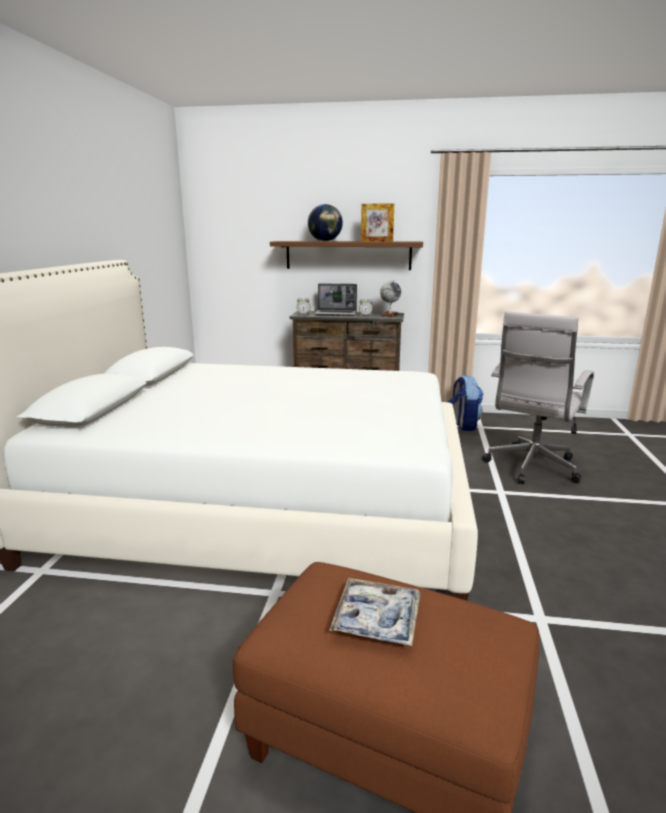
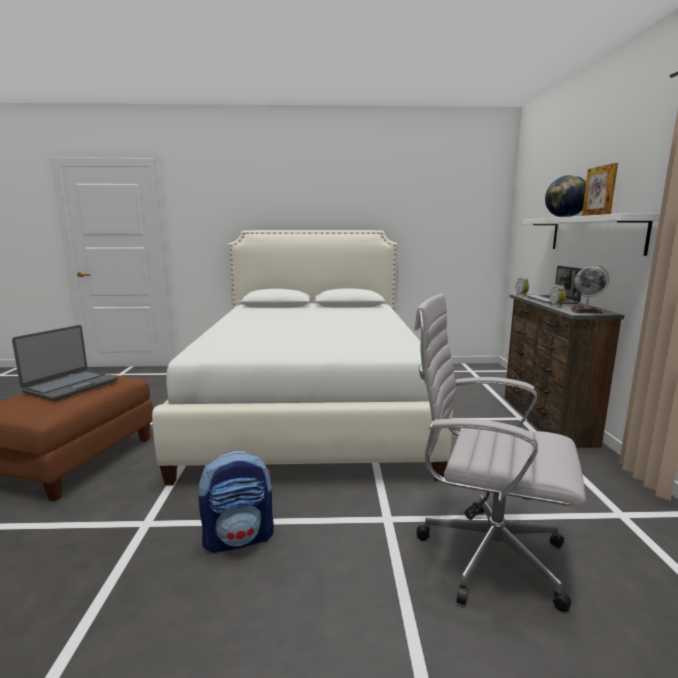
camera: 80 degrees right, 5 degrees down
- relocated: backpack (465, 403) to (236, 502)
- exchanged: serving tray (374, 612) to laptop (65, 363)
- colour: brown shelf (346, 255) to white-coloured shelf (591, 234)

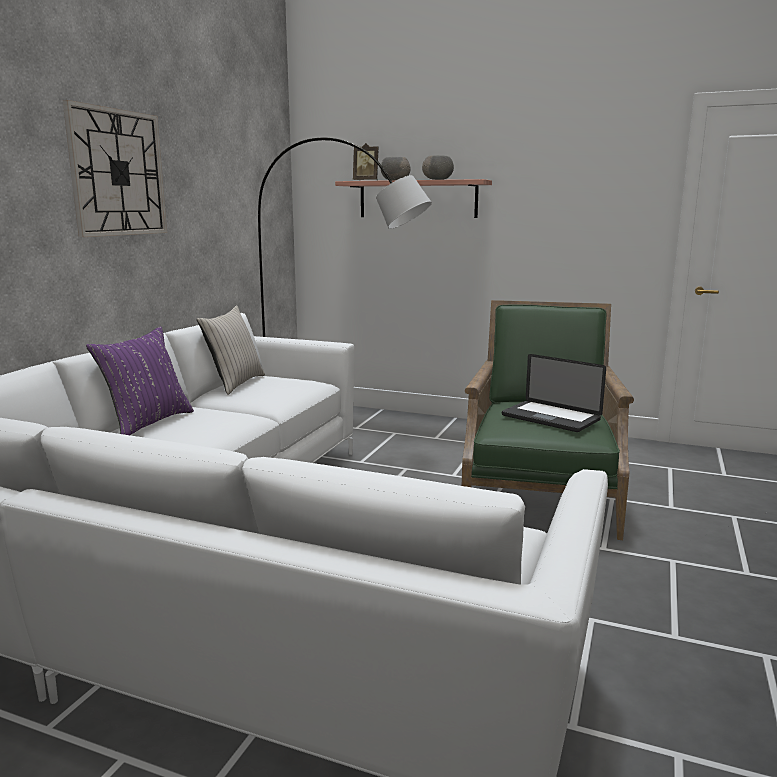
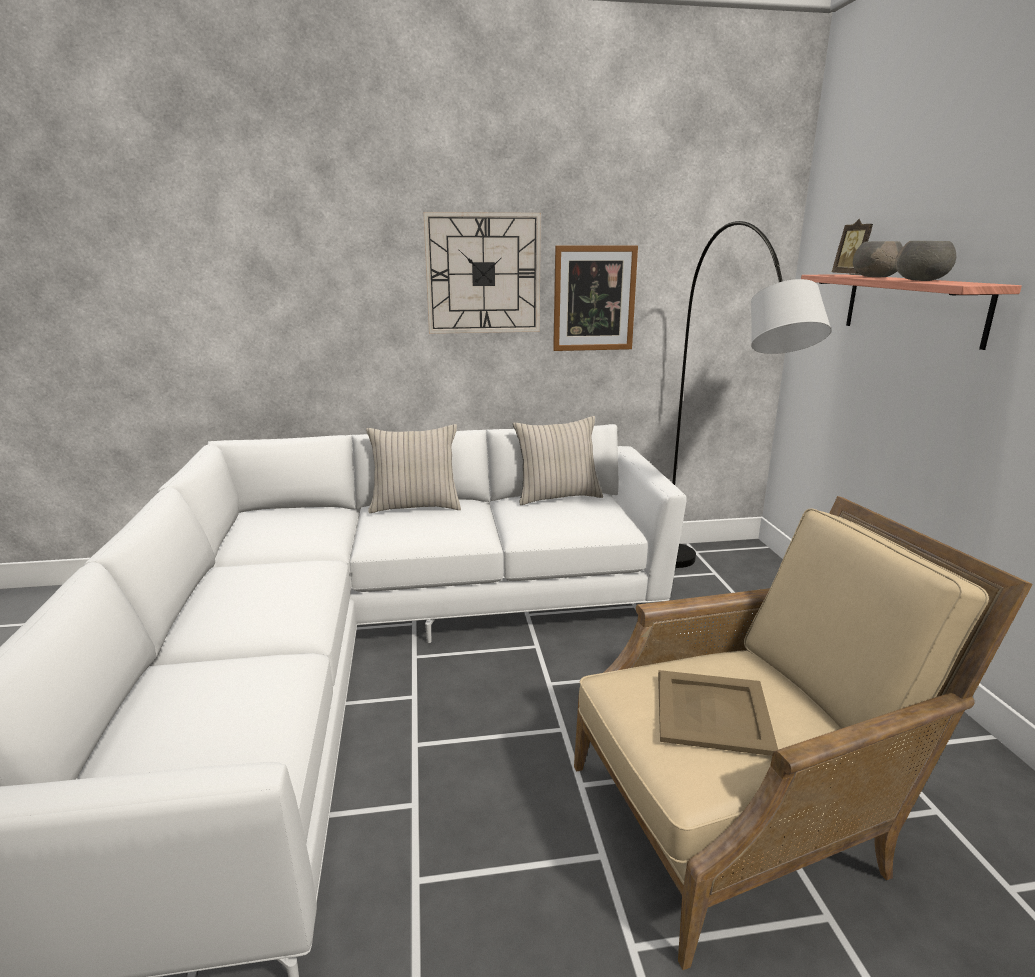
camera: 60 degrees right, 5 degrees up
- appeared: picture (595, 298)
- exchanged: laptop (554, 393) to beige serving tray (718, 713)
- colour: purplish cushion (140, 381) to beige cushion (413, 468)
- colour: green easy chair (548, 420) to beige easy chair (803, 733)

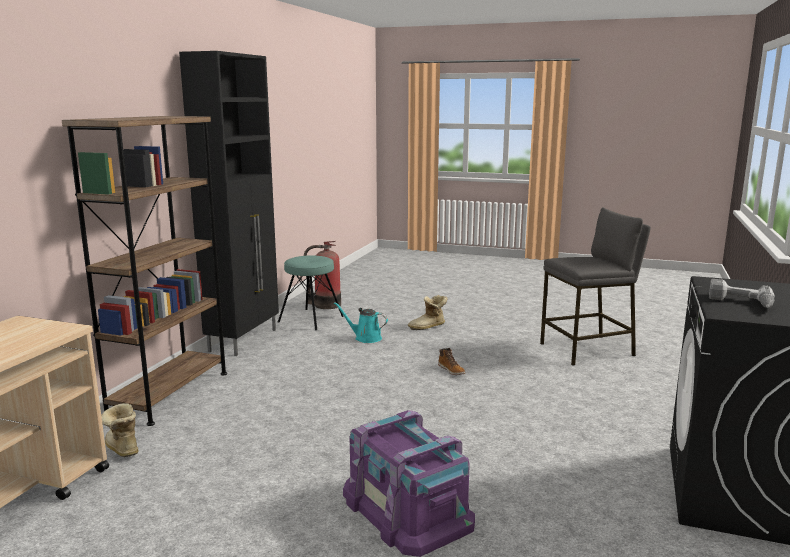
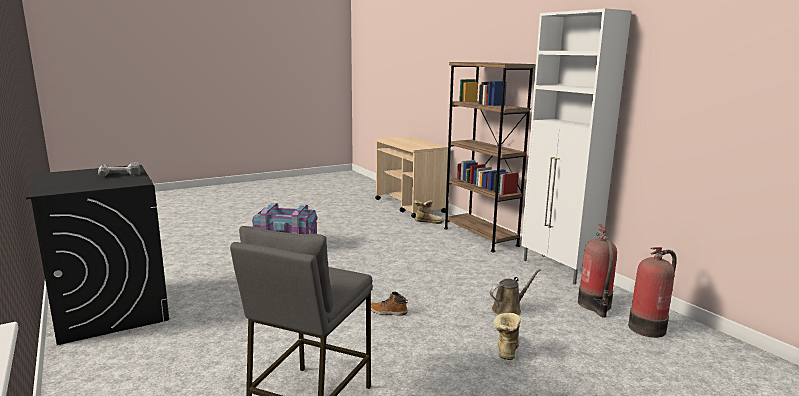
camera: 130 degrees right, 0 degrees up
- exchanged: turquoise stool (311, 292) to fire extinguisher (597, 270)
- colour: blackish storage cabinet (229, 203) to white-coloured storage cabinet (576, 147)
- colour: turquoise sprinkling can (361, 322) to brown sprinkling can (515, 292)

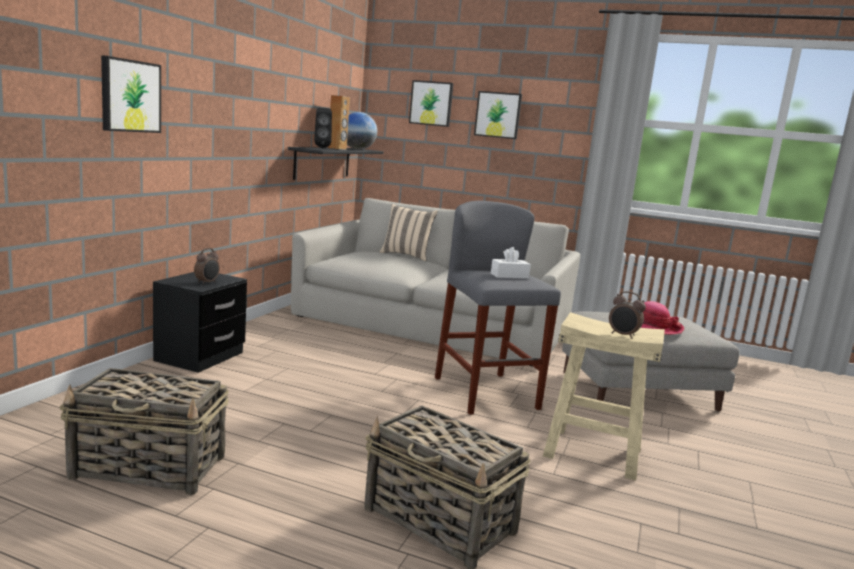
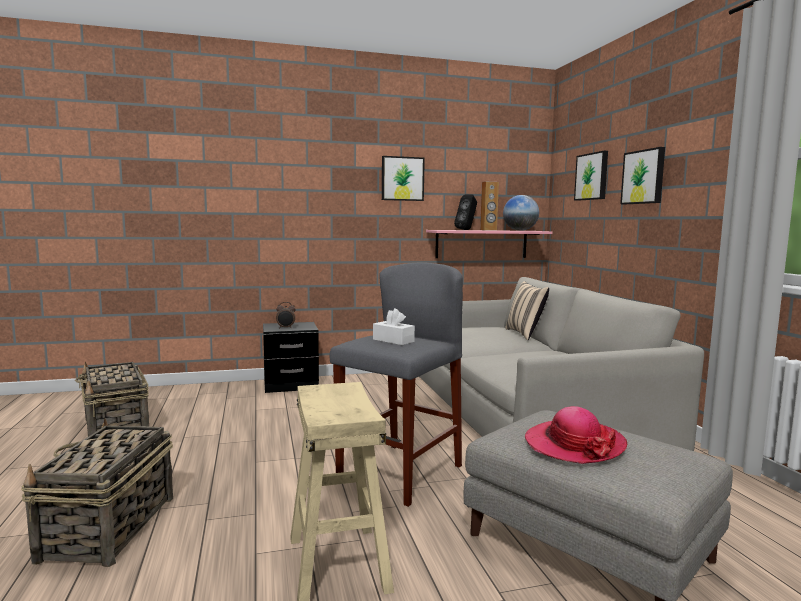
camera: 55 degrees right, 5 degrees down
- missing: alarm clock (627, 315)
- relocated: picture (131, 94) to (403, 178)
- colour: blackish shelf (336, 163) to pink-coloured shelf (489, 244)

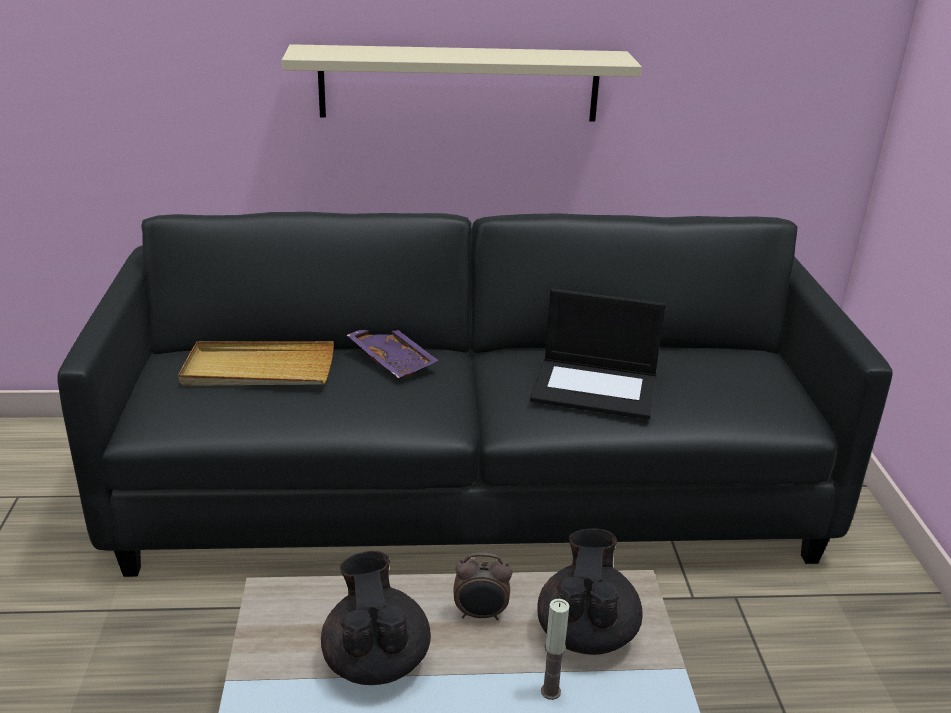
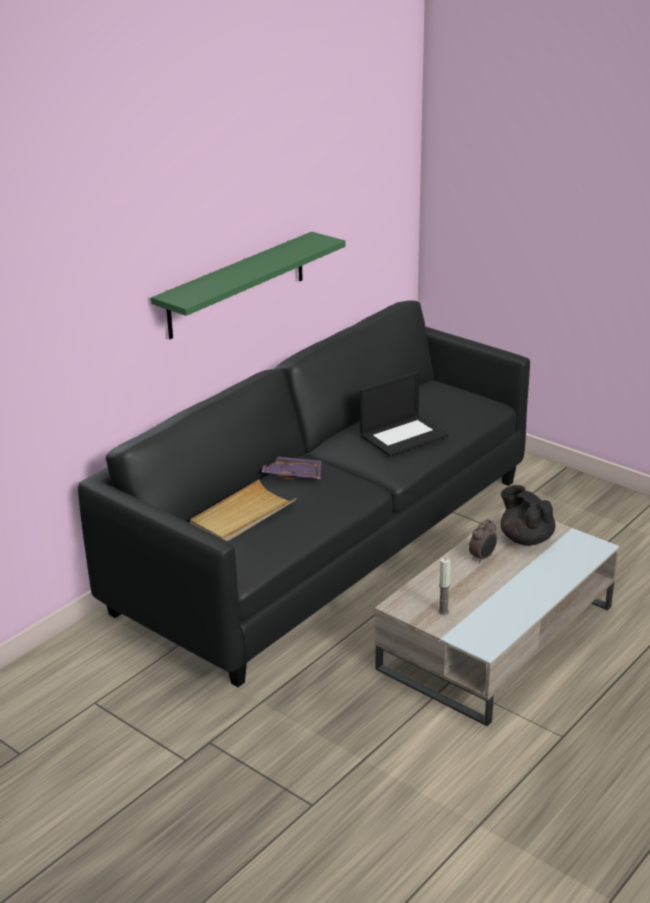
camera: 45 degrees left, 0 degrees up
- missing: blackish tea pot (376, 618)
- relocated: wax candle (555, 649) to (444, 586)
- colour: beige shelf (462, 82) to green shelf (248, 285)

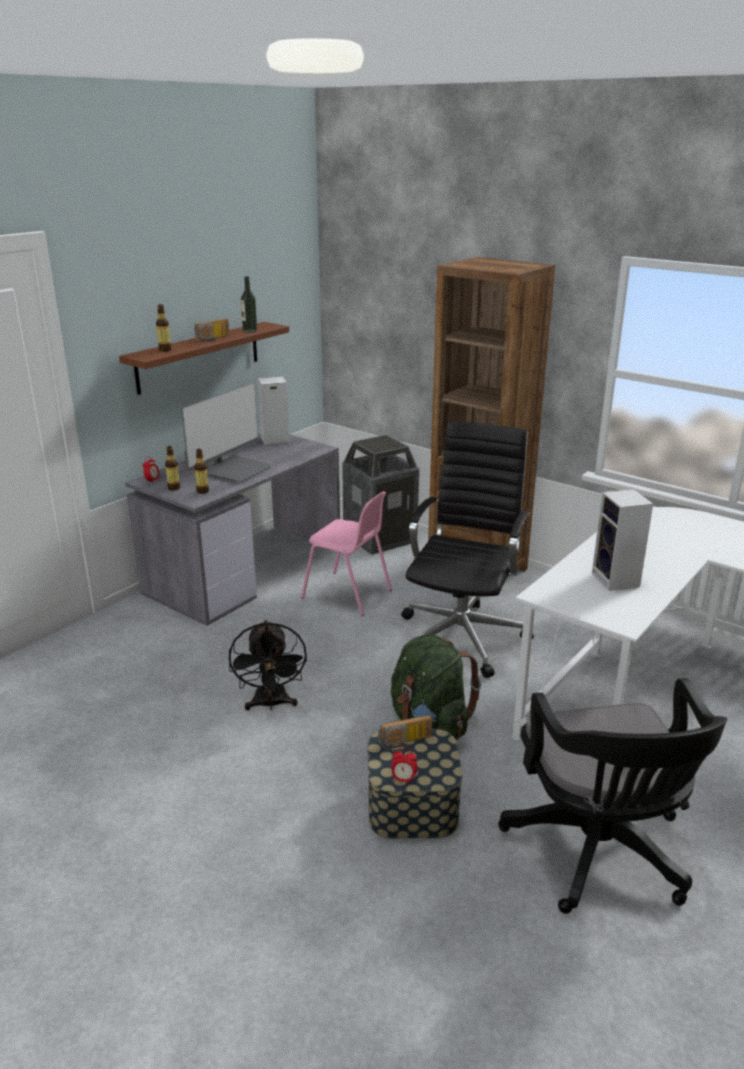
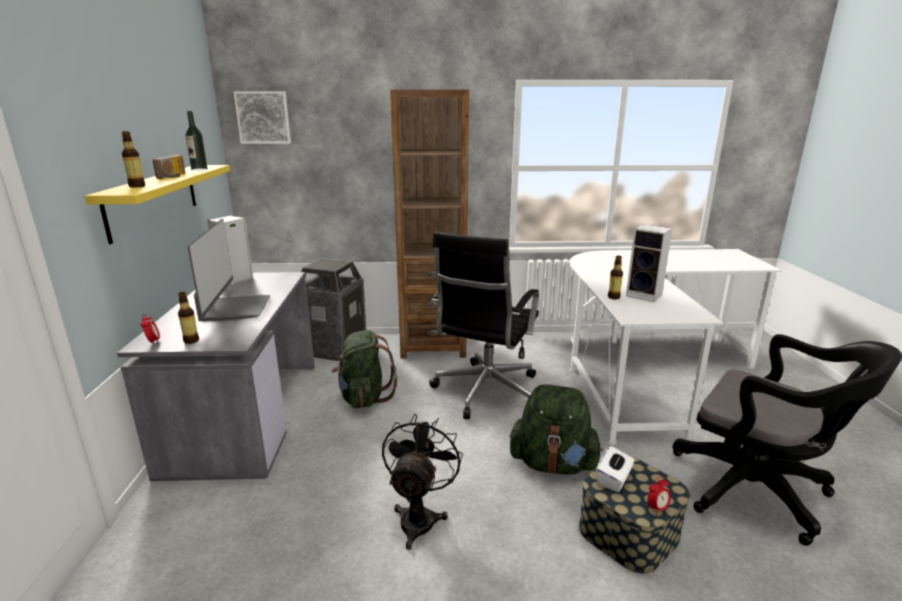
camera: 40 degrees left, 5 degrees down
- appeared: picture (262, 118)
- relocated: drink bottle (201, 471) to (615, 277)
- exchanged: pink-coloured plain chair (346, 553) to green backpack (364, 369)
- exchanged: radio (405, 733) to white-coloured box of tissues (615, 469)
- colour: brown shelf (204, 358) to yellow shelf (157, 204)
- spun: blackish fan (268, 665) = (422, 482) 120 degrees counterclockwise
- spun: blackish computer chair (467, 549) = (484, 325) 135 degrees counterclockwise

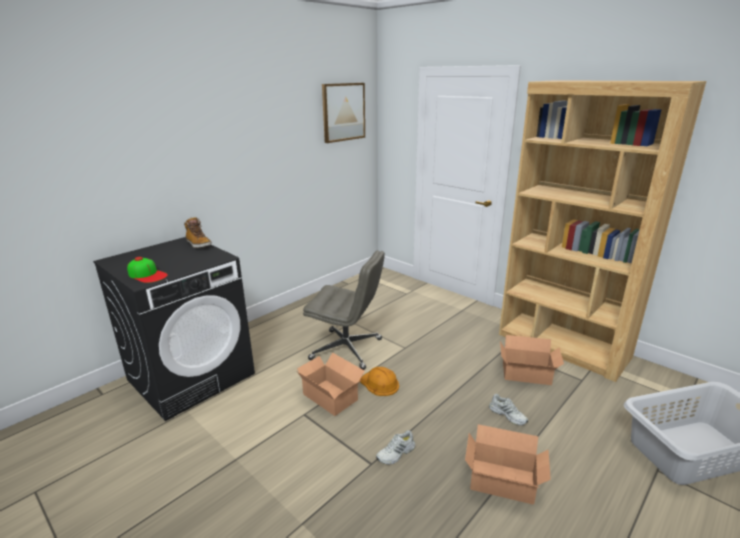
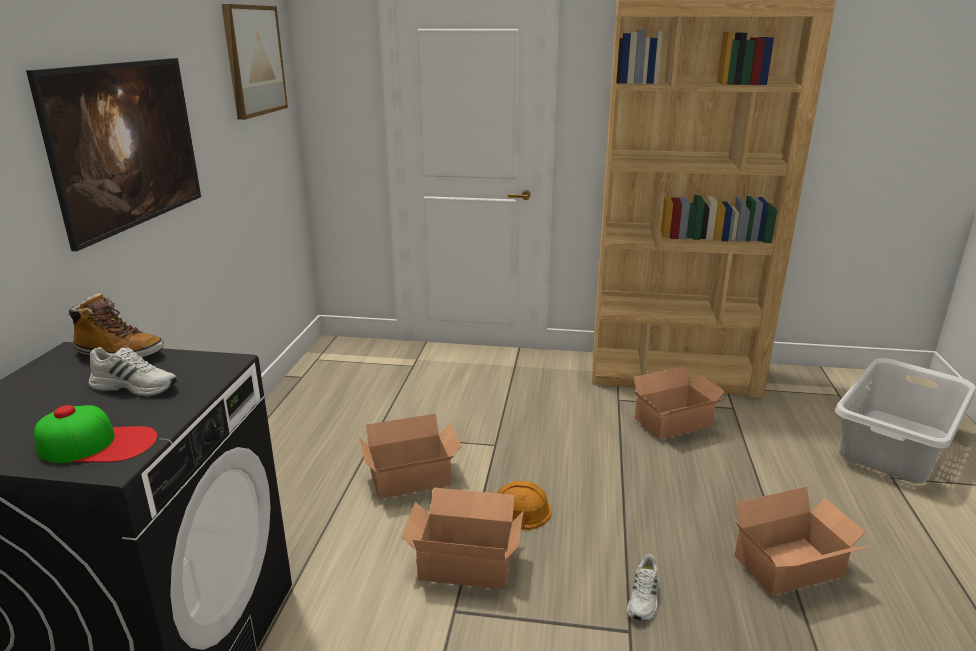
camera: 35 degrees left, 0 degrees up
- appeared: picture (113, 154)
- relocated: white-coloured item of footwear (508, 409) to (132, 372)
- exchanged: gray computer chair (344, 310) to packing box (410, 456)

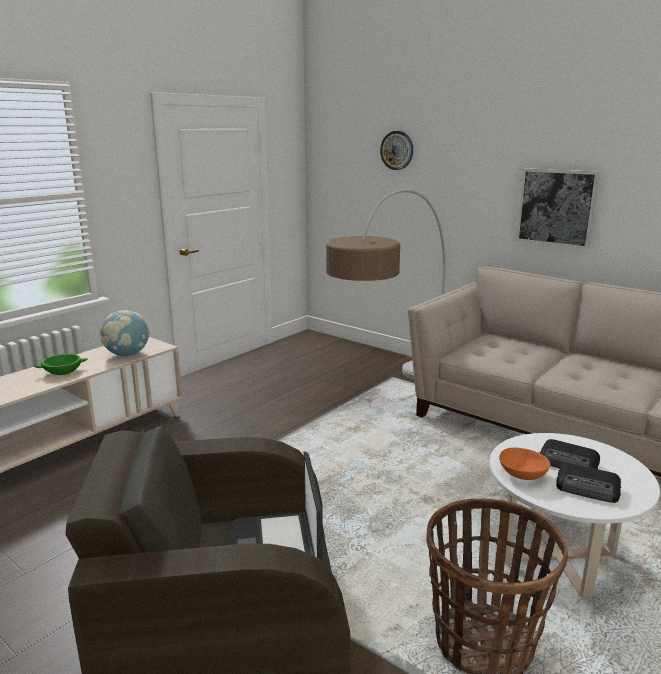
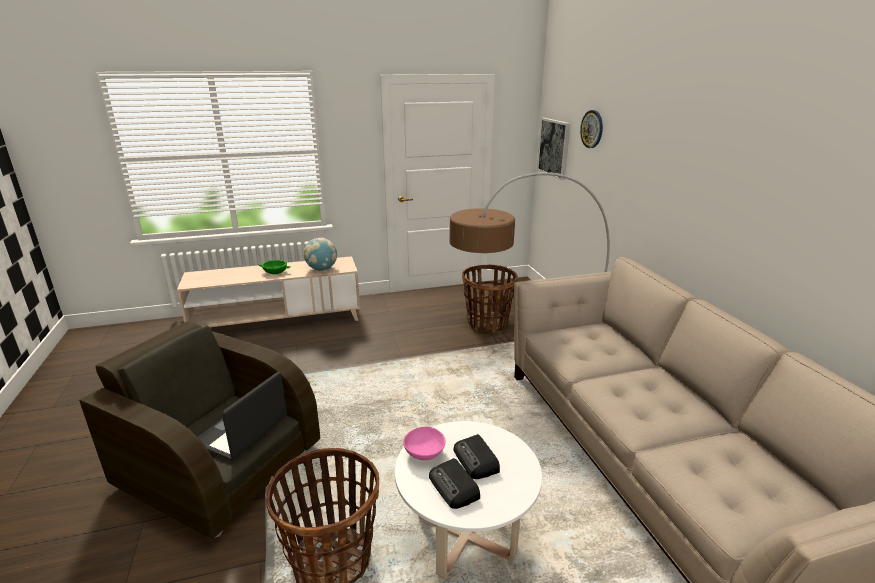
camera: 35 degrees right, 5 degrees up
- appeared: basket (490, 299)
- relocated: picture (558, 208) to (554, 149)
- colour: orange serving bowl (524, 463) to pink-coloured serving bowl (424, 443)

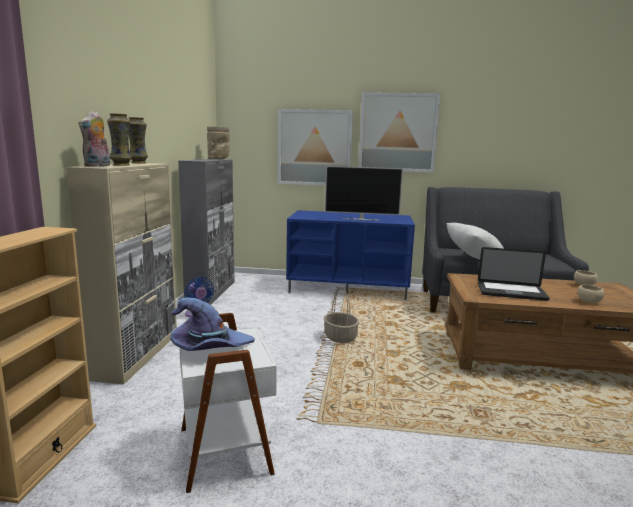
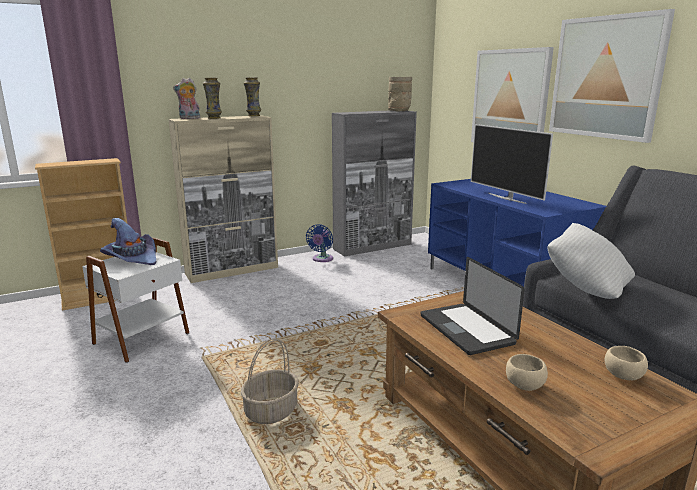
camera: 55 degrees right, 5 degrees up
- relocated: basket (341, 315) to (270, 381)

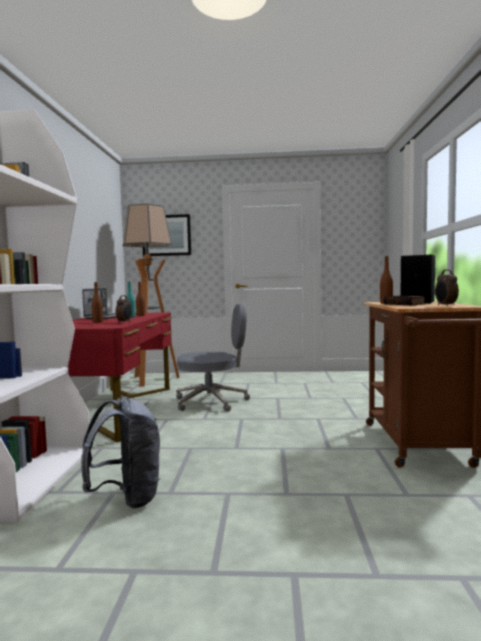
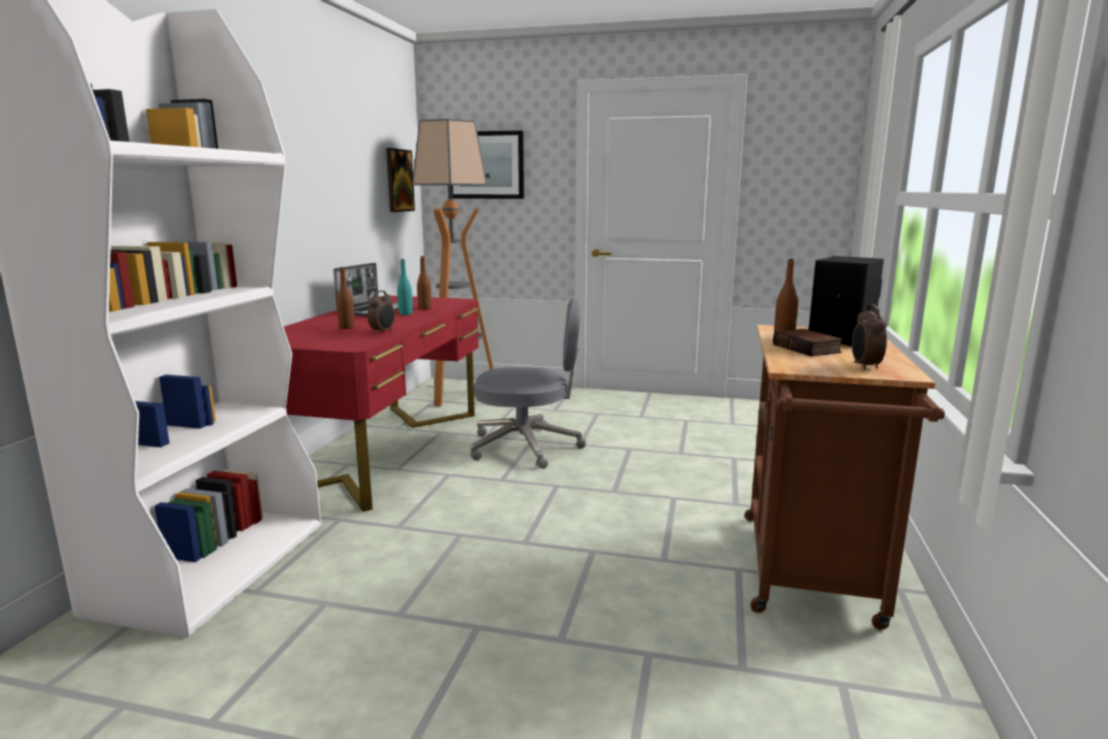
camera: 10 degrees right, 10 degrees up
- missing: gray backpack (120, 453)
- appeared: picture (400, 180)

